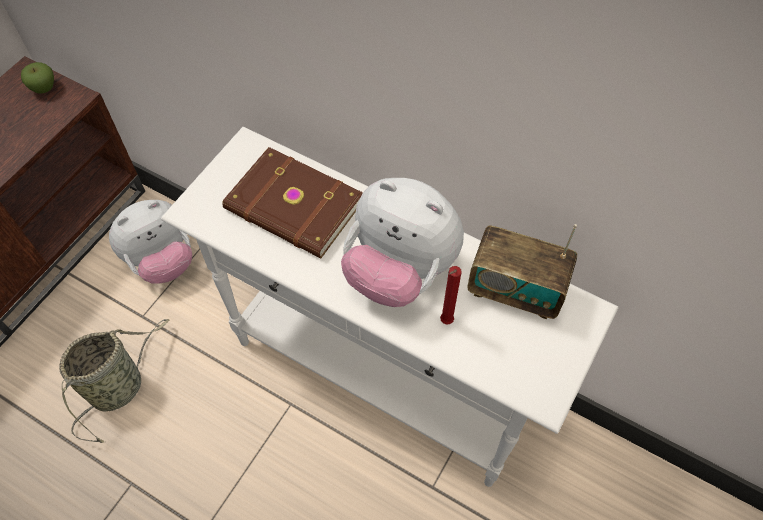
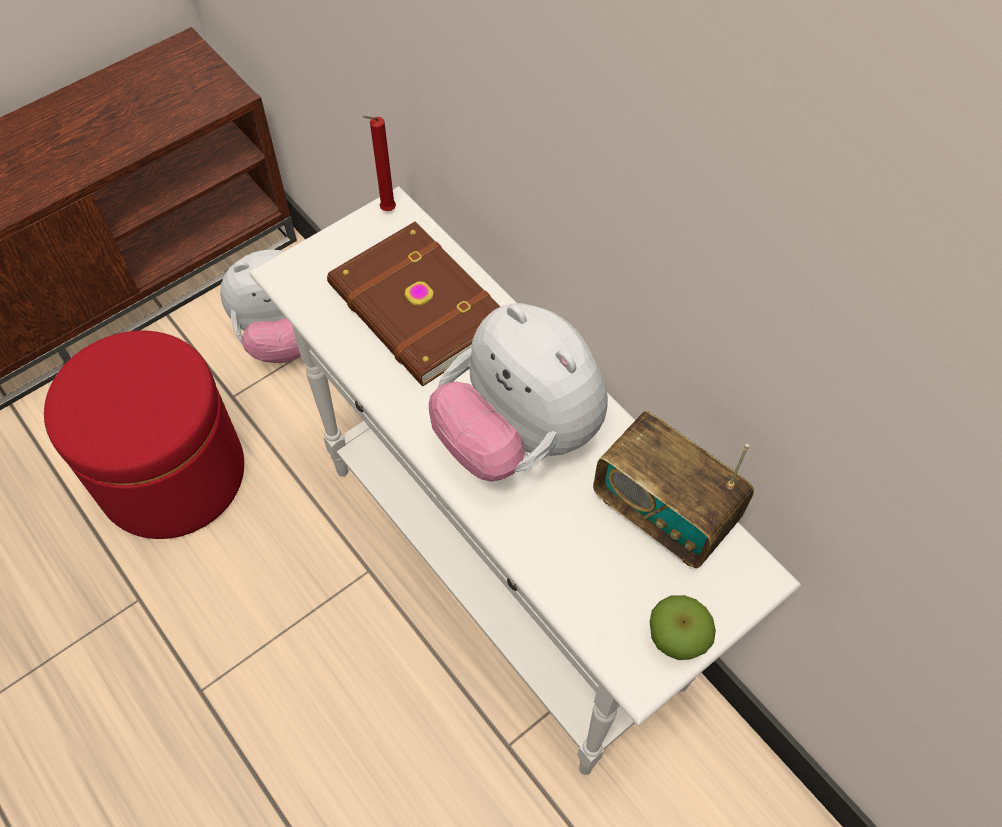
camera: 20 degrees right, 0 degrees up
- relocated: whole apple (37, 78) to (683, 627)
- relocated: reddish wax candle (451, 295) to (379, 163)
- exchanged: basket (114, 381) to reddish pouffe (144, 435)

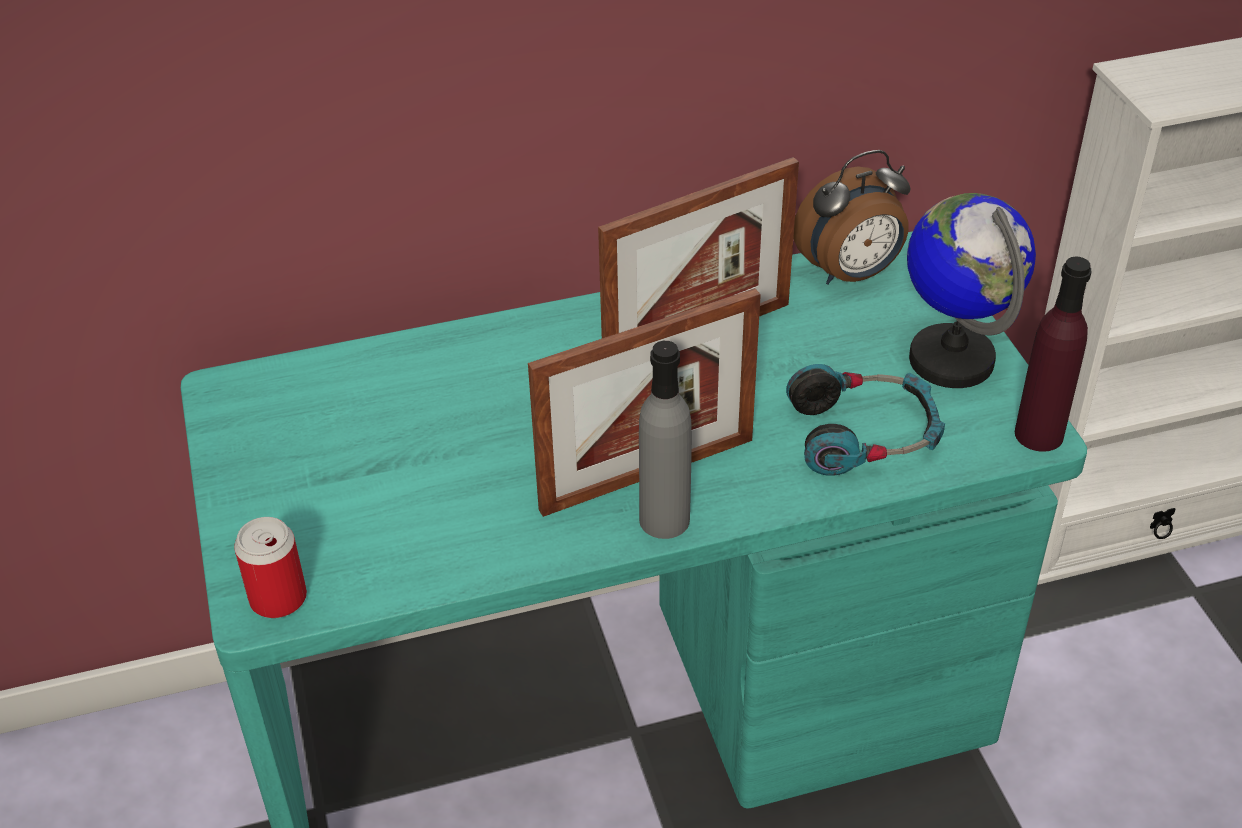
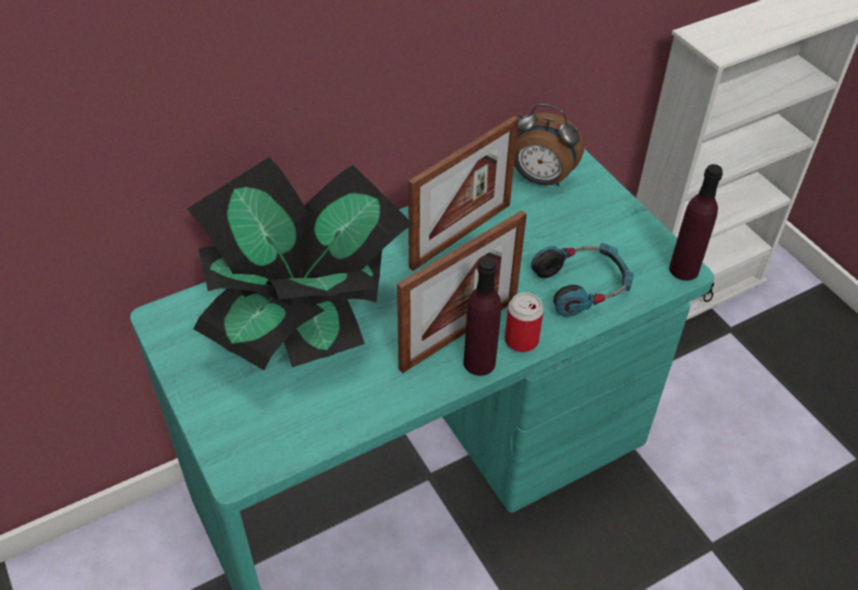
camera: 15 degrees left, 5 degrees up
- missing: desk globe (971, 290)
- appeared: plant in a pot (300, 263)
- relocated: can (270, 567) to (524, 322)
- colour: gray drink bottle (665, 440) to purplish drink bottle (482, 316)
- spun: alarm clock (852, 217) = (549, 145) 60 degrees clockwise

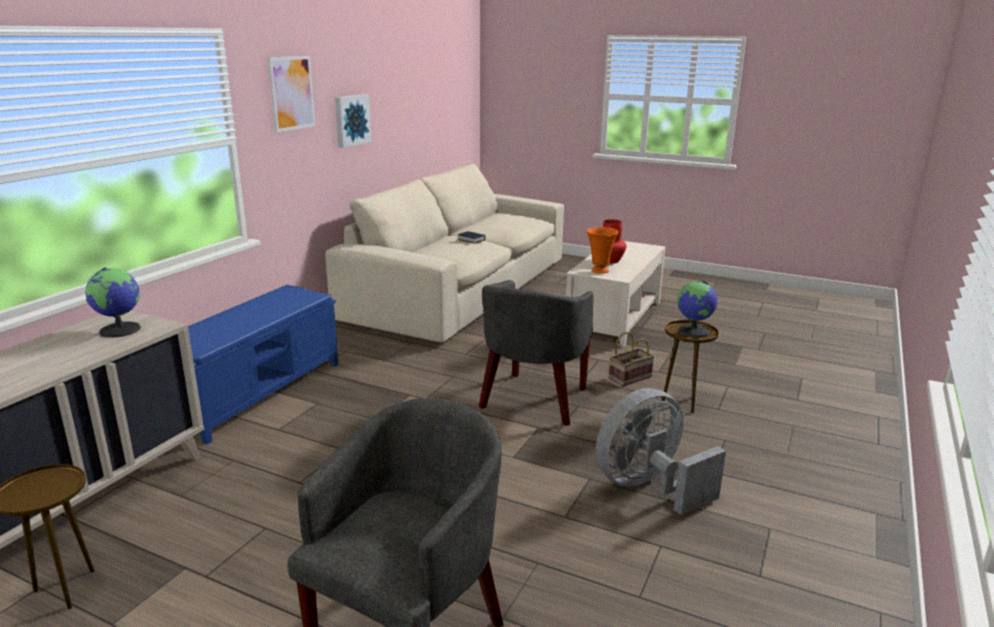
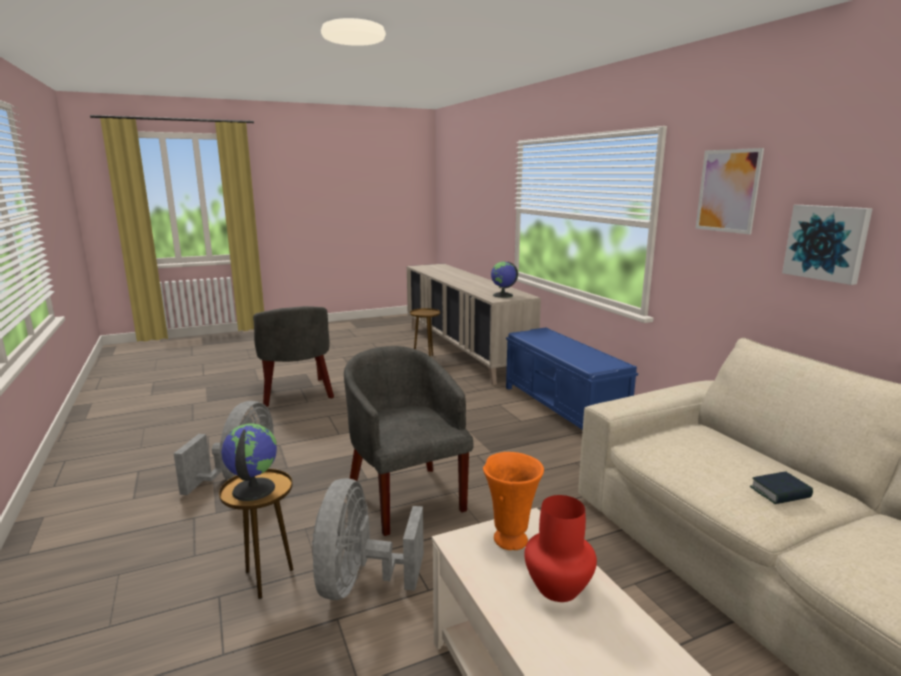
camera: 130 degrees right, 5 degrees down
- exchanged: basket (631, 358) to gray fan (368, 539)

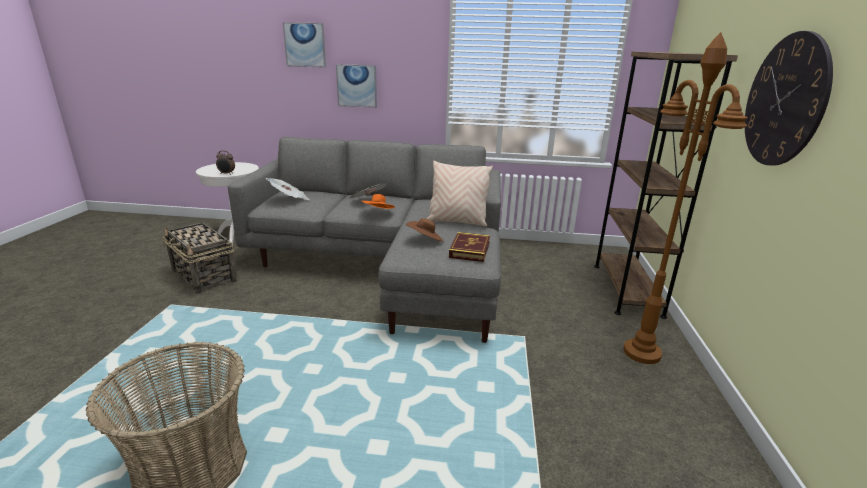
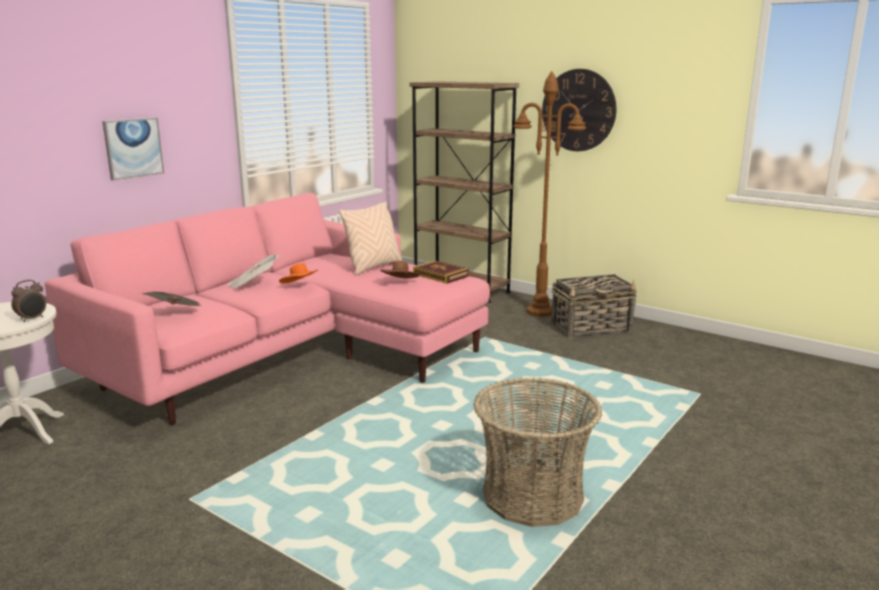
camera: 60 degrees left, 5 degrees down
- missing: picture (304, 45)
- relocated: basket (199, 258) to (594, 306)
- colour: gray sofa (364, 240) to pink-coloured sofa (267, 309)

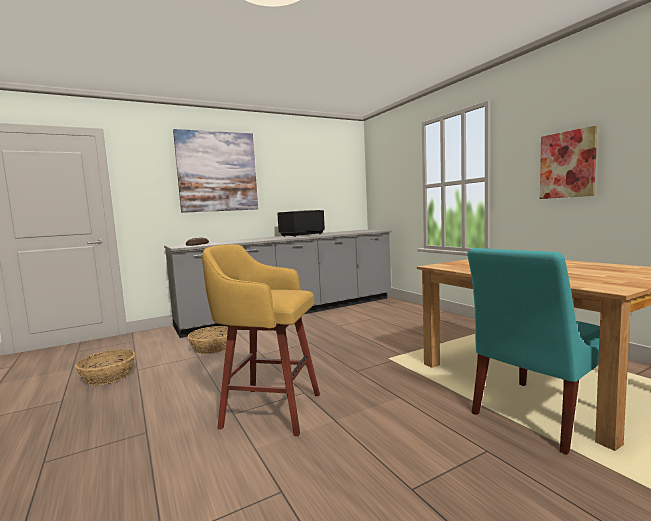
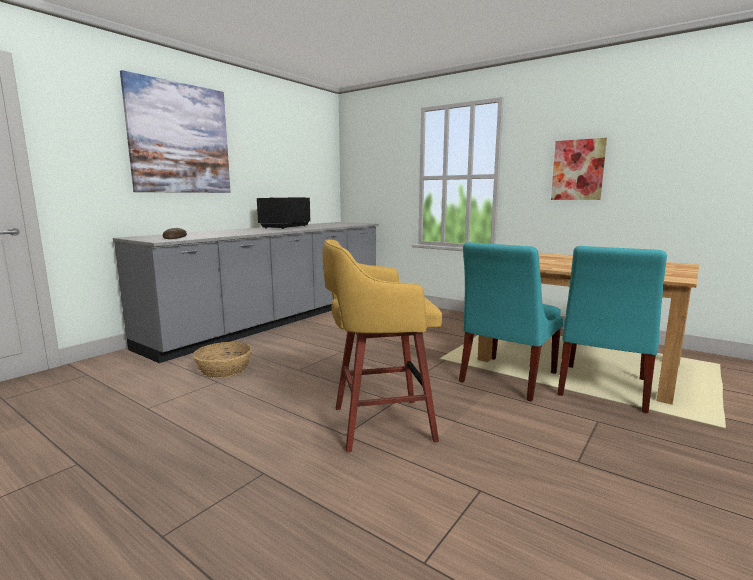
camera: 25 degrees left, 5 degrees up
- missing: basket (105, 367)
- appeared: turquoise plain chair (511, 321)

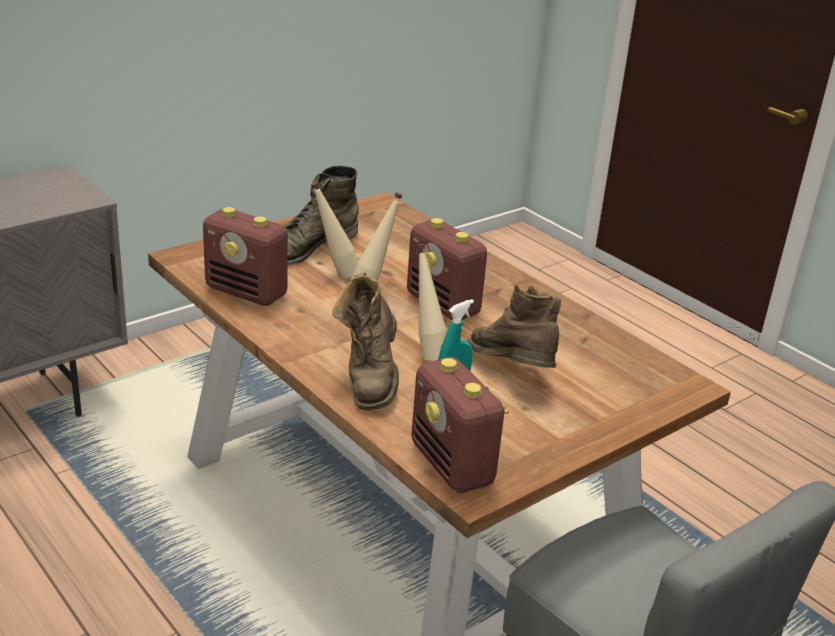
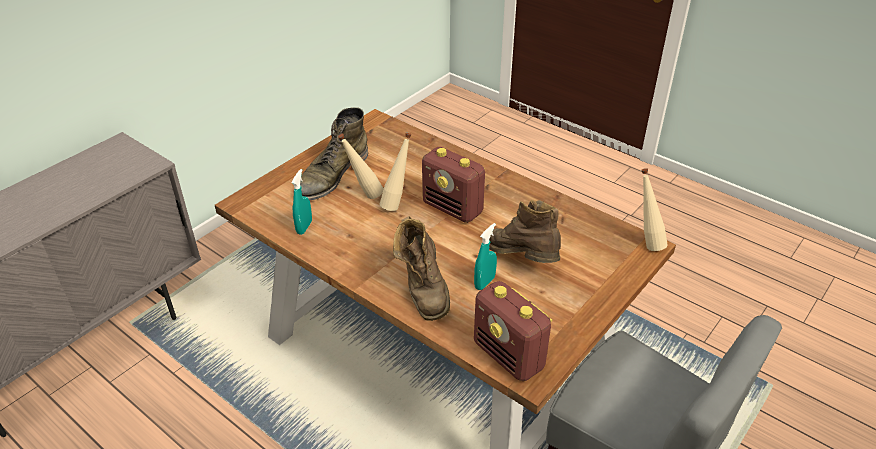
camera: 10 degrees left, 10 degrees up
- relocated: beige drink bottle (432, 302) to (654, 209)
- exchanged: radio (245, 256) to turquoise sprayer (302, 202)

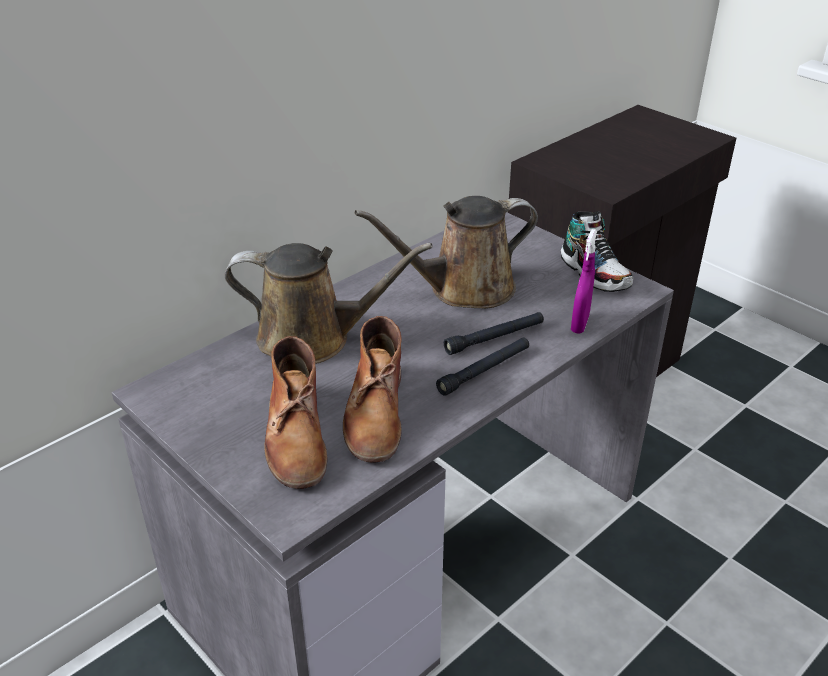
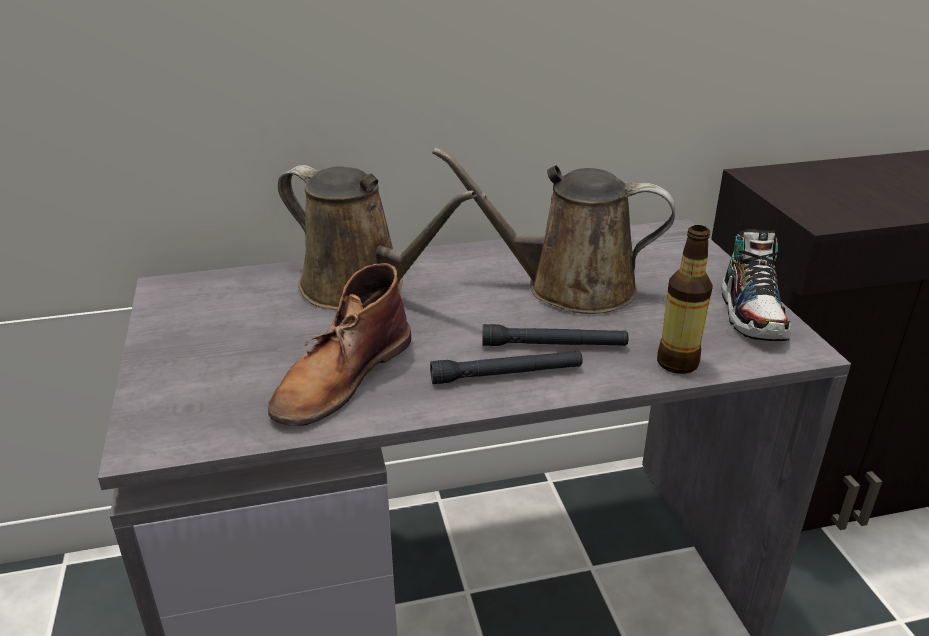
camera: 30 degrees right, 5 degrees down
- missing: brown high-top boot (295, 412)
- exchanged: purplish sprayer (584, 281) to drink bottle (685, 299)

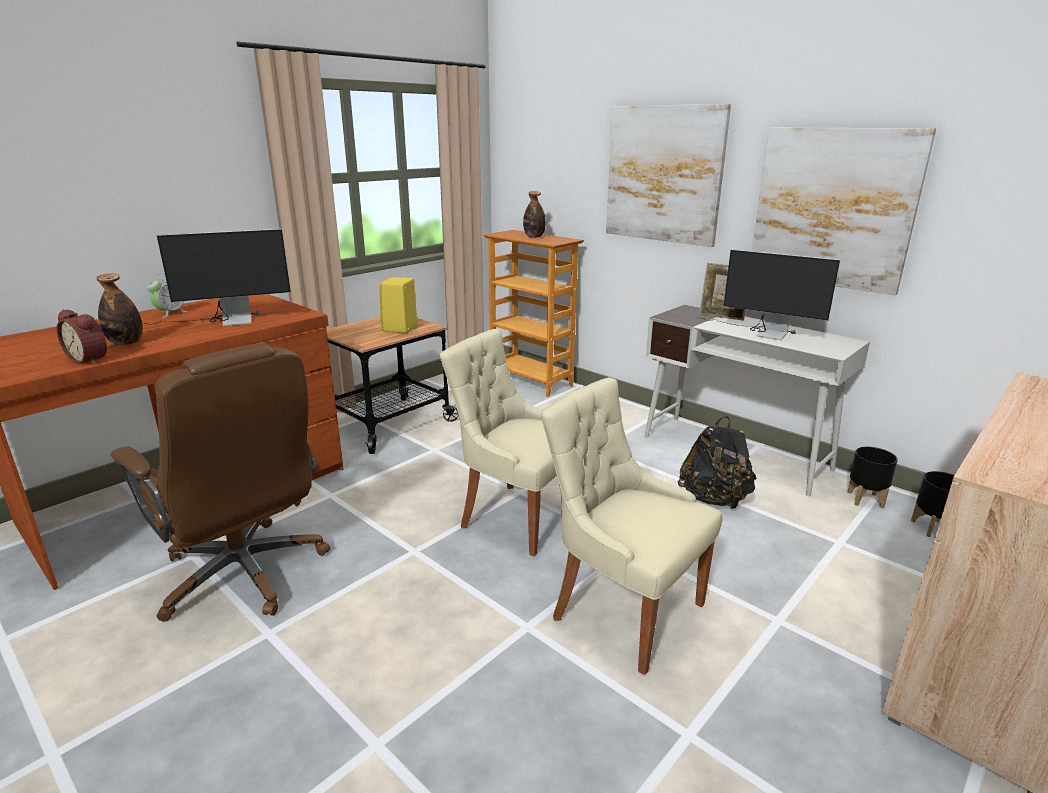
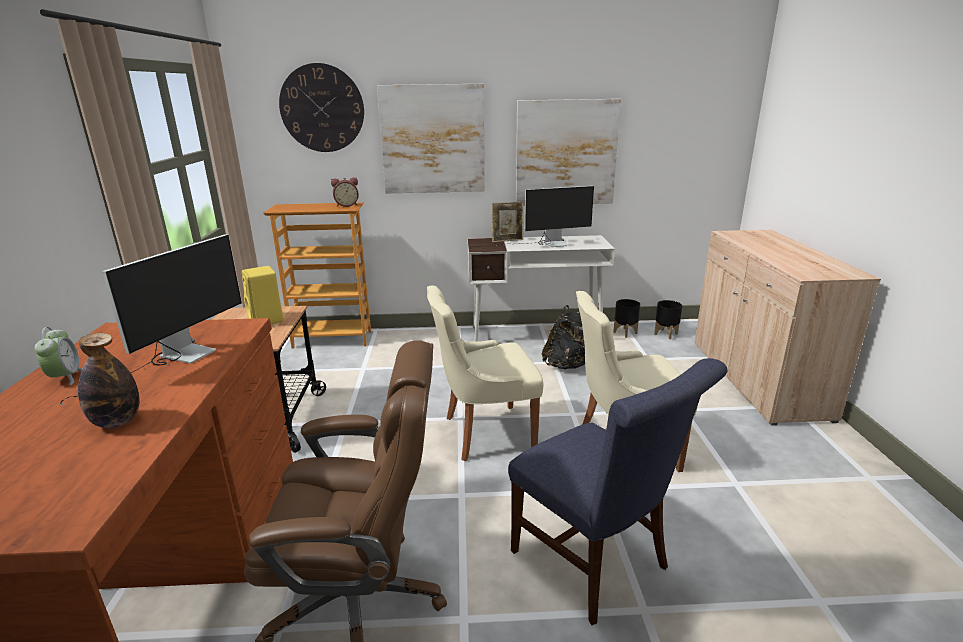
camera: 45 degrees left, 0 degrees up
- missing: drink bottle (534, 214)
- appeared: hanging clock (321, 107)
- appeared: blue plain chair (617, 491)
- relocated: alarm clock (82, 337) to (345, 192)

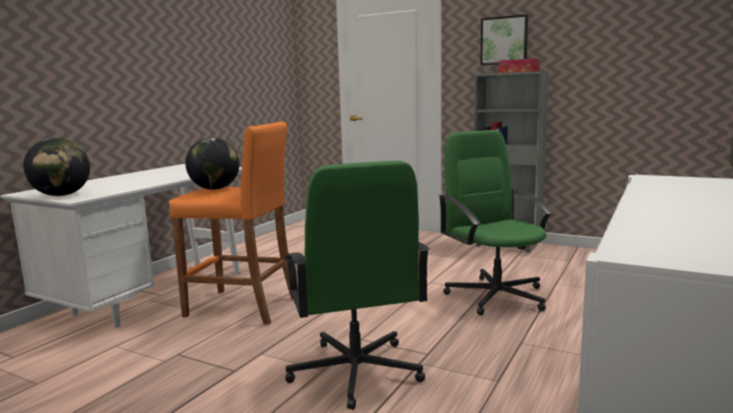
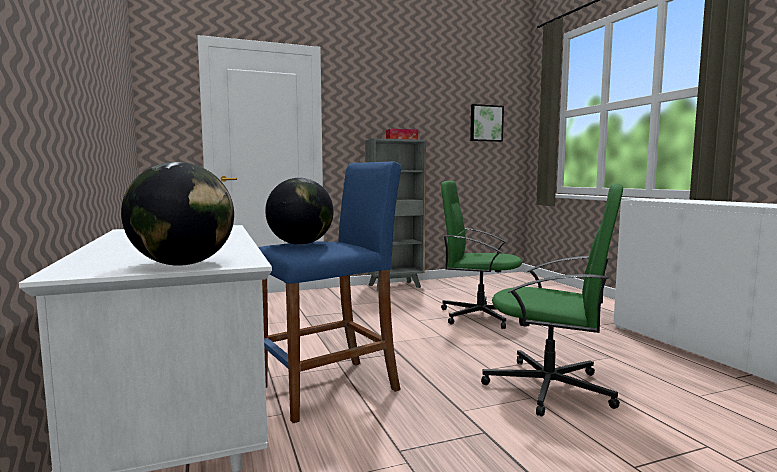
camera: 50 degrees left, 5 degrees down
- relocated: picture (504, 39) to (487, 123)
- colour: orange stool (231, 223) to blue stool (329, 292)

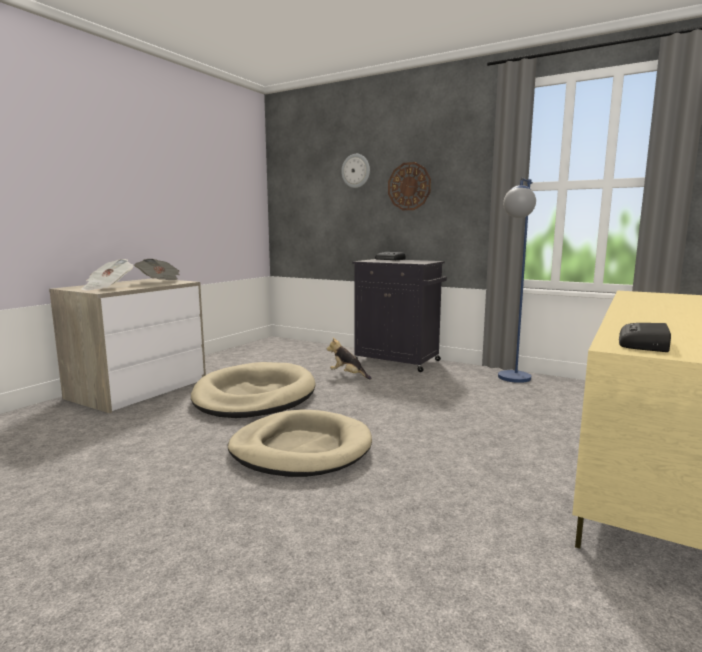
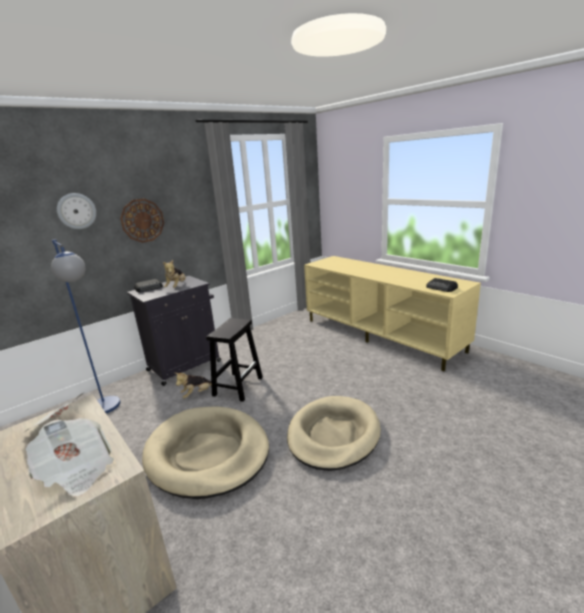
camera: 70 degrees left, 10 degrees up
- appeared: soft toy (174, 274)
- appeared: blackish stool (234, 360)
- relocated: blue standing lamp (517, 280) to (85, 326)

